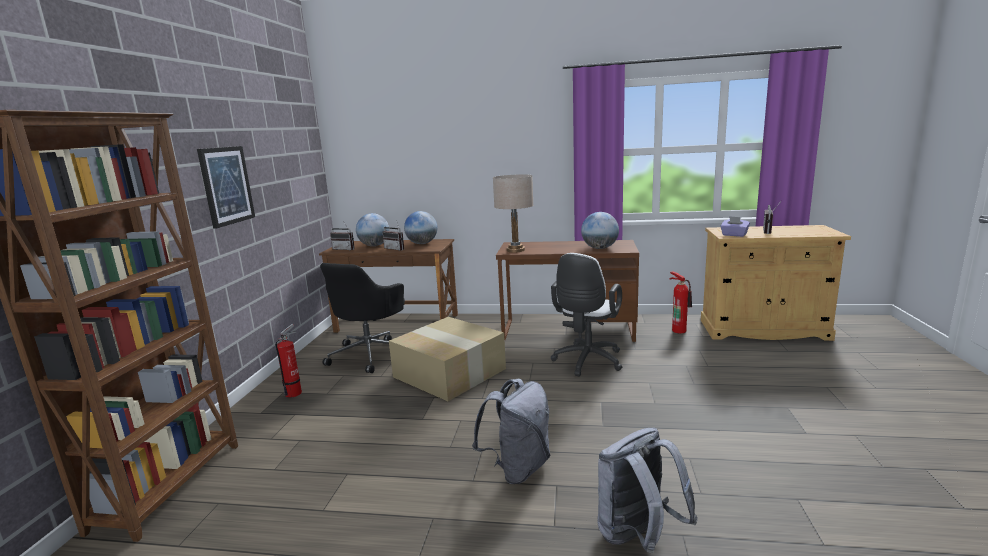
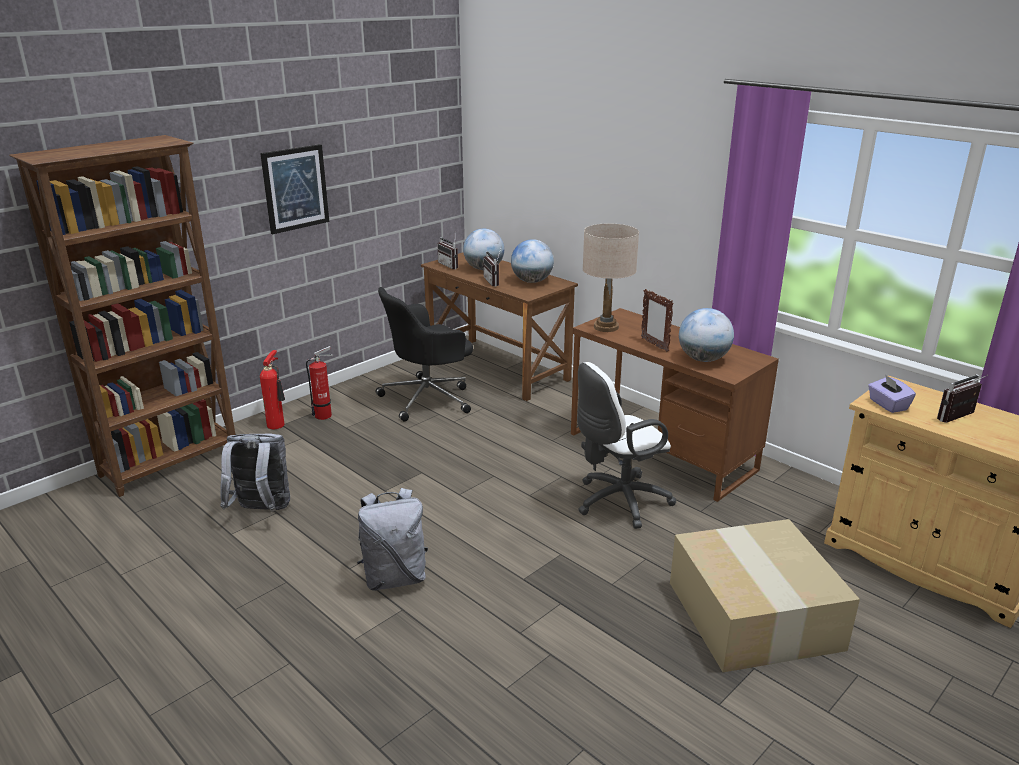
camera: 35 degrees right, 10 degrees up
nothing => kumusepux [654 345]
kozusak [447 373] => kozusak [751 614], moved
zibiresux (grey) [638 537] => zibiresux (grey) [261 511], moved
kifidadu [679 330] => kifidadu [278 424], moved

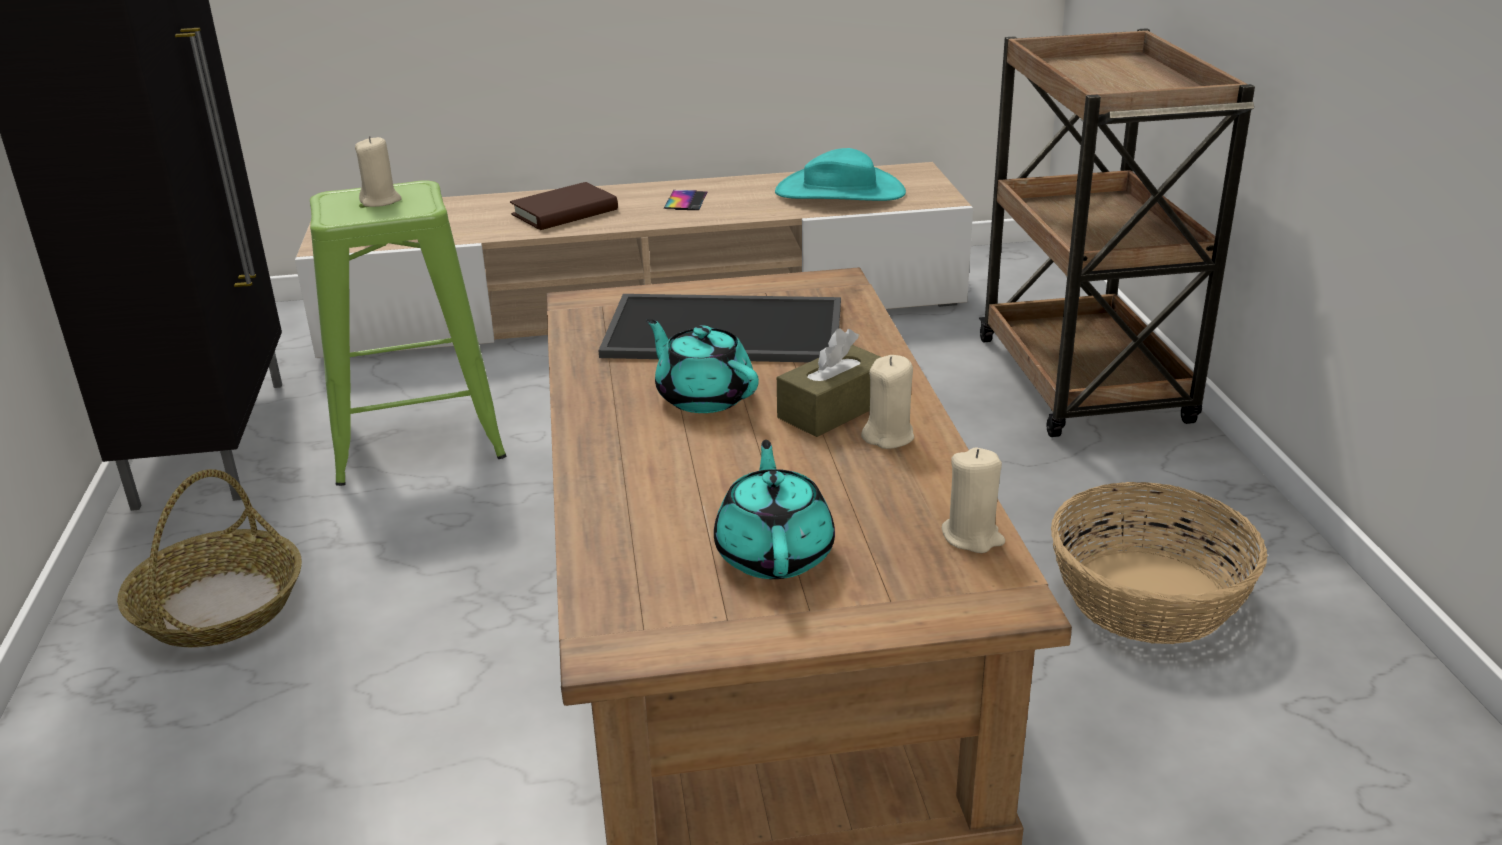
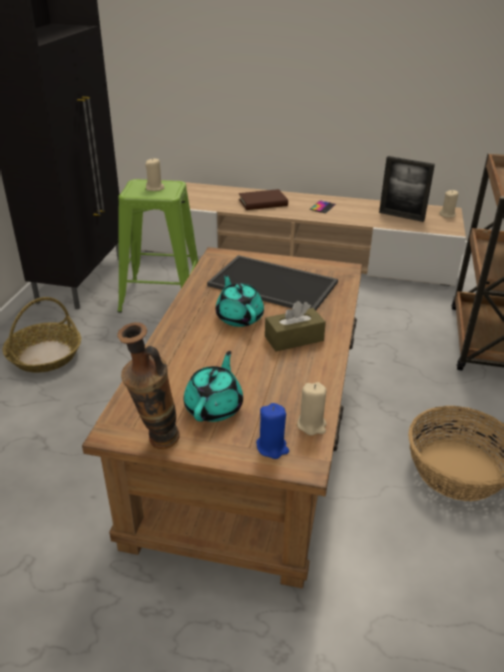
camera: 20 degrees right, 5 degrees up
nothing => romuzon [156 444]
nothing => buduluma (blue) [272 447]
buduluma (beige) [888 436] => buduluma (beige) [447 215], moved
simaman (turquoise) [840 192] => kumusepux [401 216]

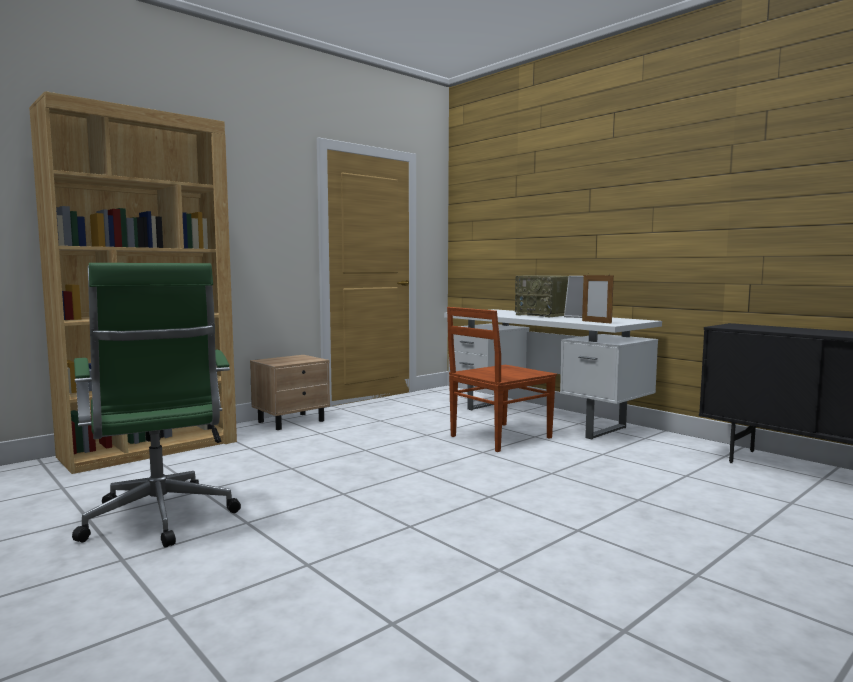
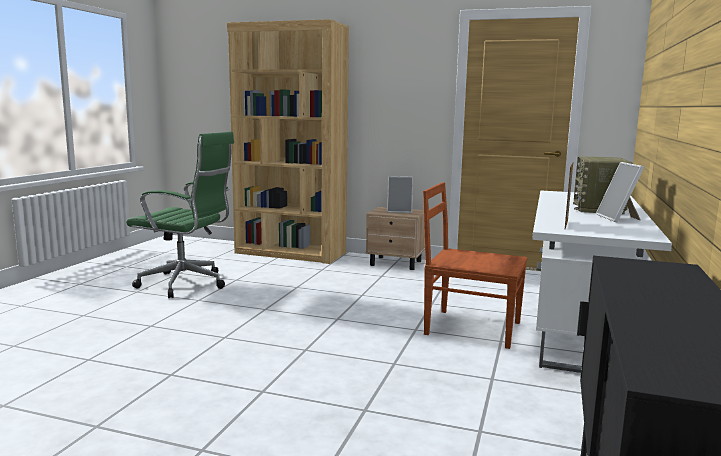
camera: 60 degrees right, 5 degrees up
nothing => kumusepux [399 211]
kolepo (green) [160 521] => kolepo (green) [187 284], 105 degrees counterclockwise

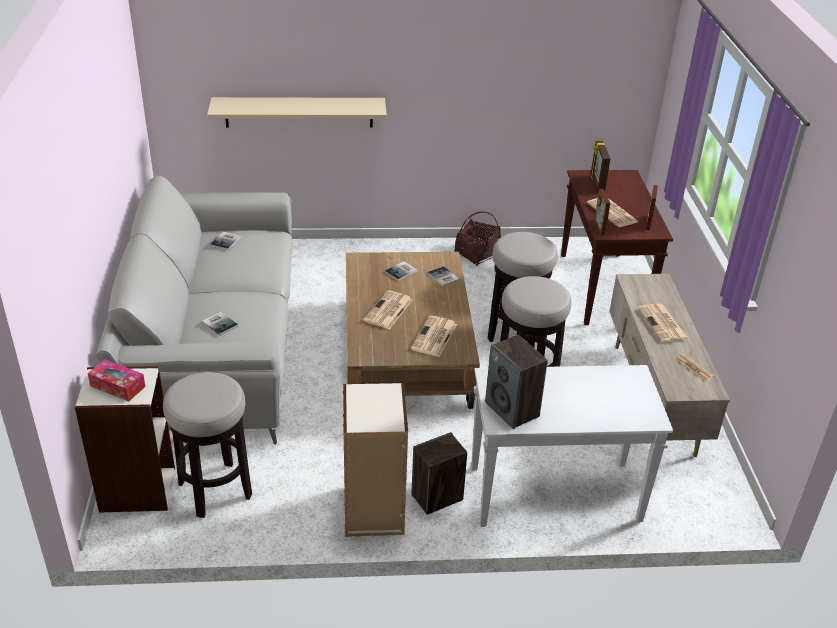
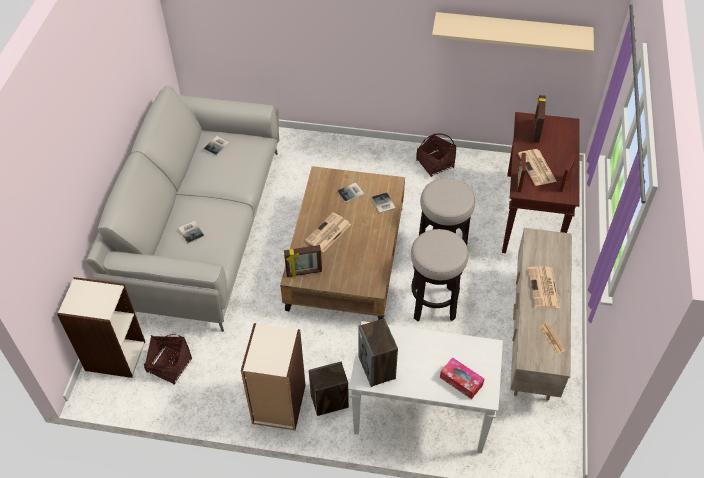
camera: 15 degrees right, 15 degrees up
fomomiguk [434 337] => nothing
nothing => kumusepux [304 272]
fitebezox [117 386] => fitebezox [461 381], moved
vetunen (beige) [299 112] => vetunen (beige) [511 31], moved
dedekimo [215 490] => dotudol [169 366]

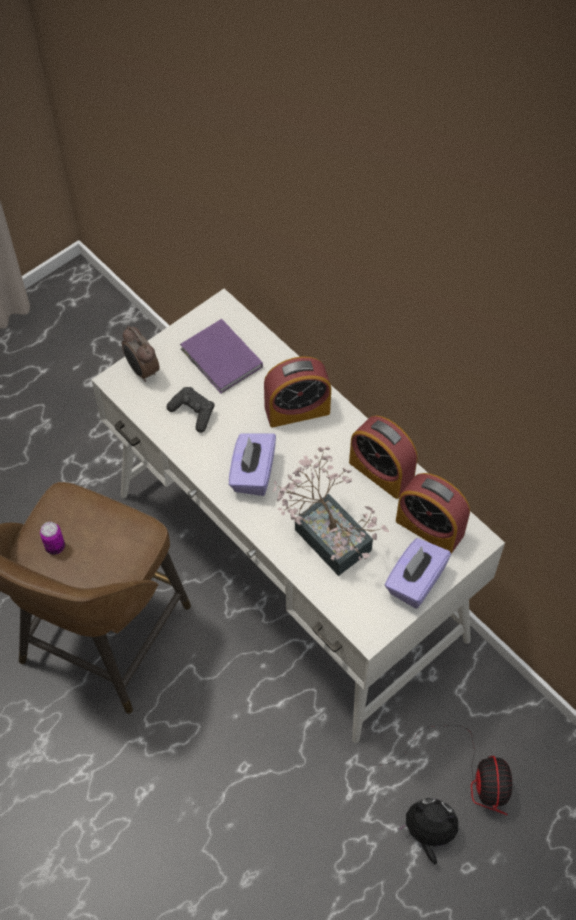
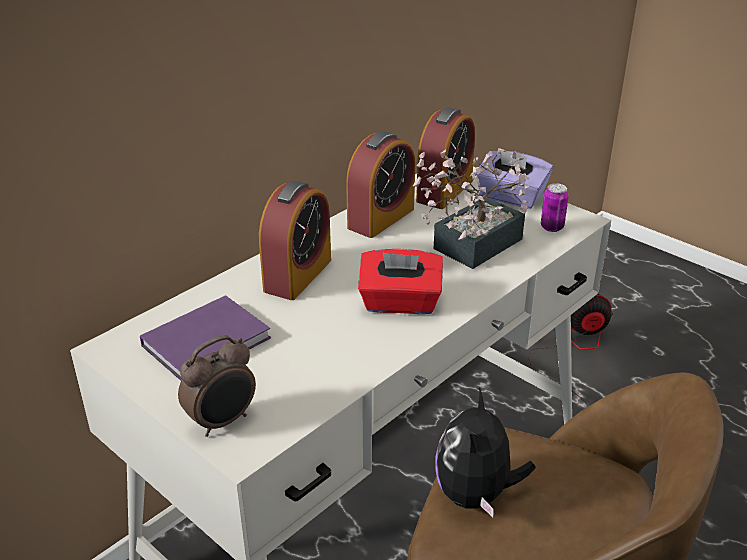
camera: 95 degrees left, 25 degrees down
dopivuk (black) [193 413] => nothing
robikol [55 547] => robikol [552 227], moved
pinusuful [428 833] => pinusuful [476 494], moved
fitebezox (purple) [252 474] => fitebezox (red) [400 303]
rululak [297 410] => rululak [298 275], 45 degrees clockwise

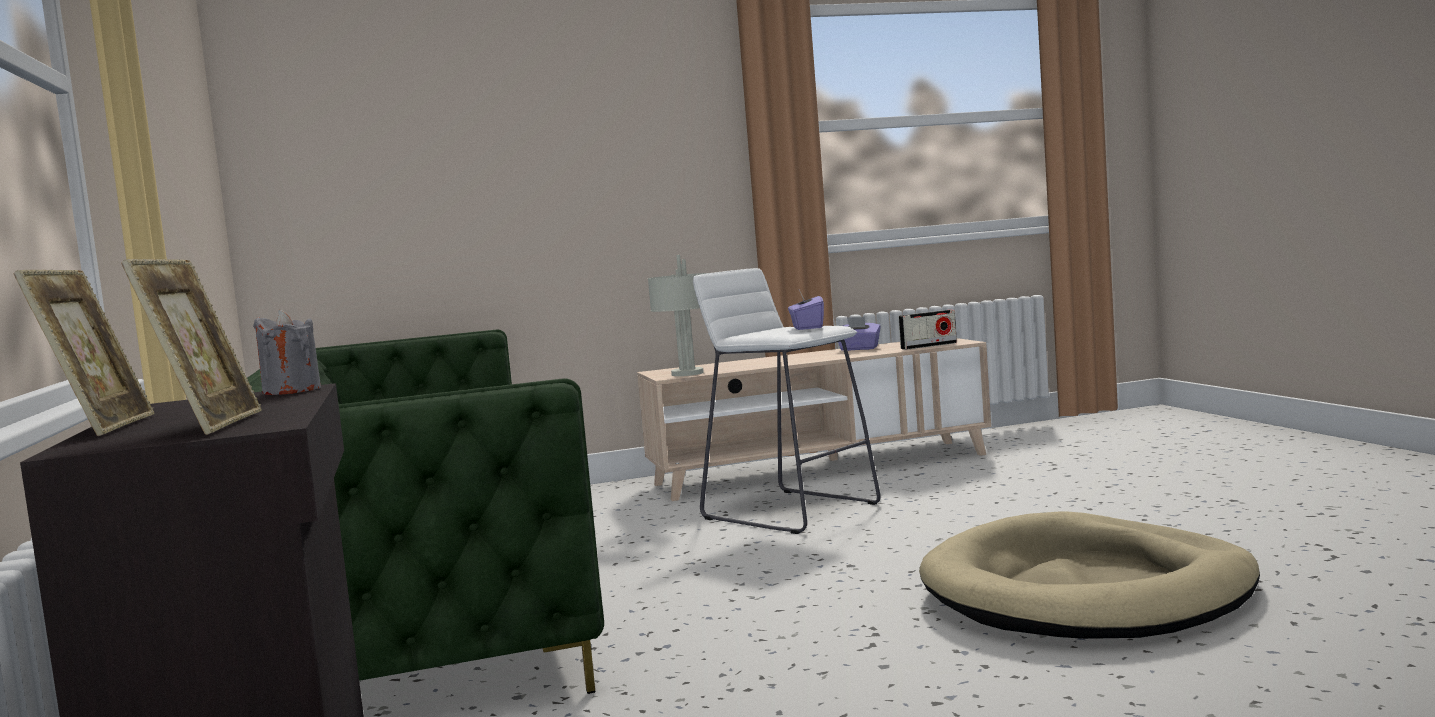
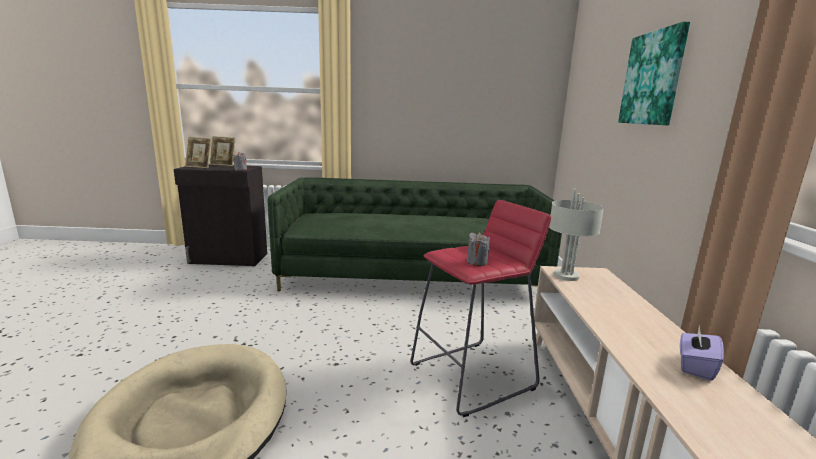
camera: 105 degrees right, 10 degrees up
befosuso [928 346] => nothing
nothing => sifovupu [653 78]
fitebezox (purple) [807 328] => buduluma (grey) [477 262]
dedekimo (white) [790 511] => dedekimo (red) [473 376]

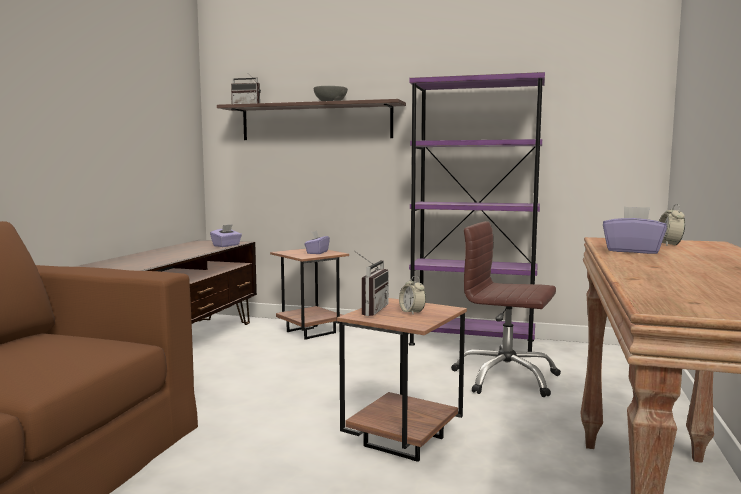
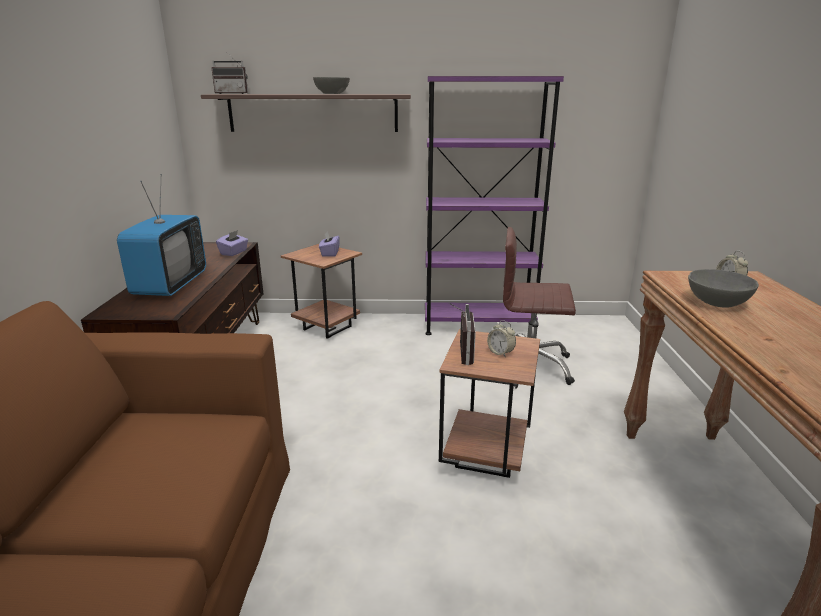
camera: 15 degrees left, 15 degrees up
nothing => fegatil [170 285]
fitebezox (purple) [633 251] => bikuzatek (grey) [717 303]

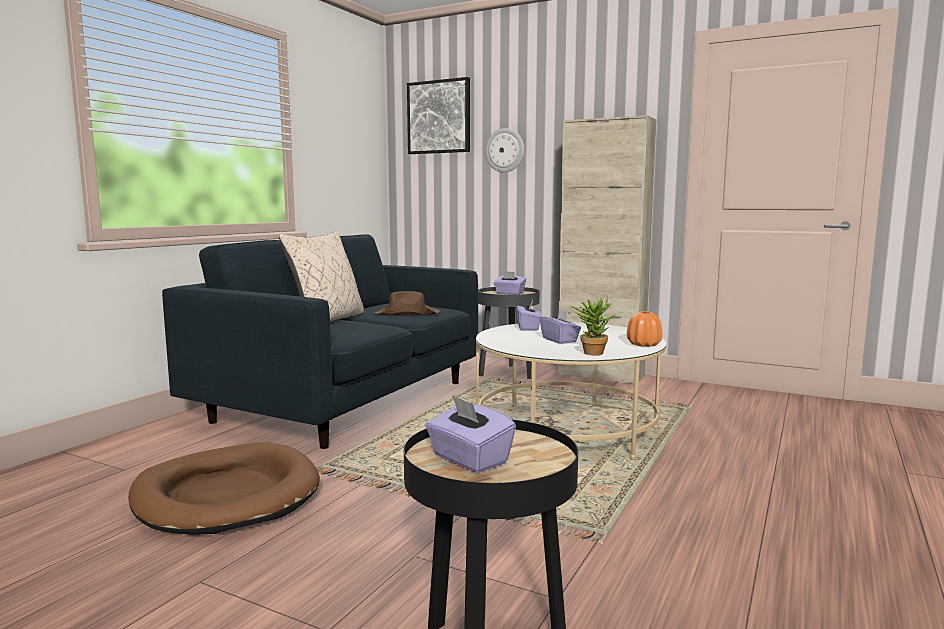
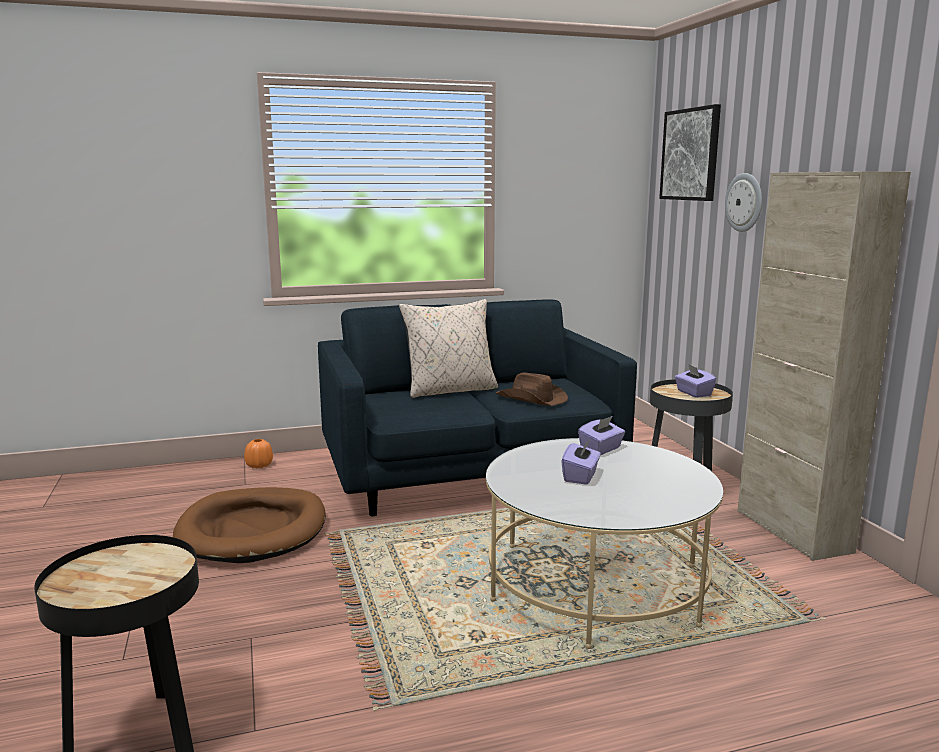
camera: 45 degrees right, 5 degrees up
fitebezox (purple) [469 459] => nothing
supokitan [591 352] => nothing
romuzon (orange) [644 345] => romuzon (orange) [259 465], moved

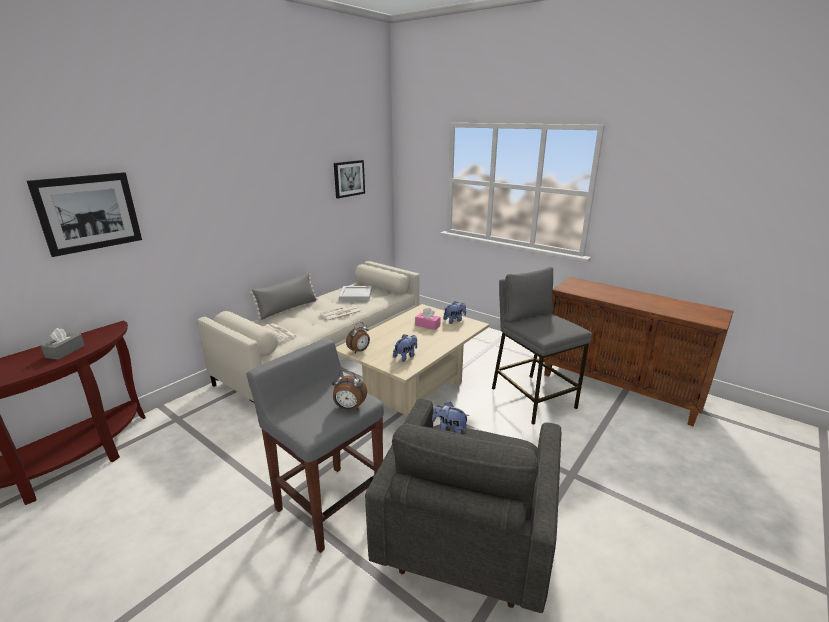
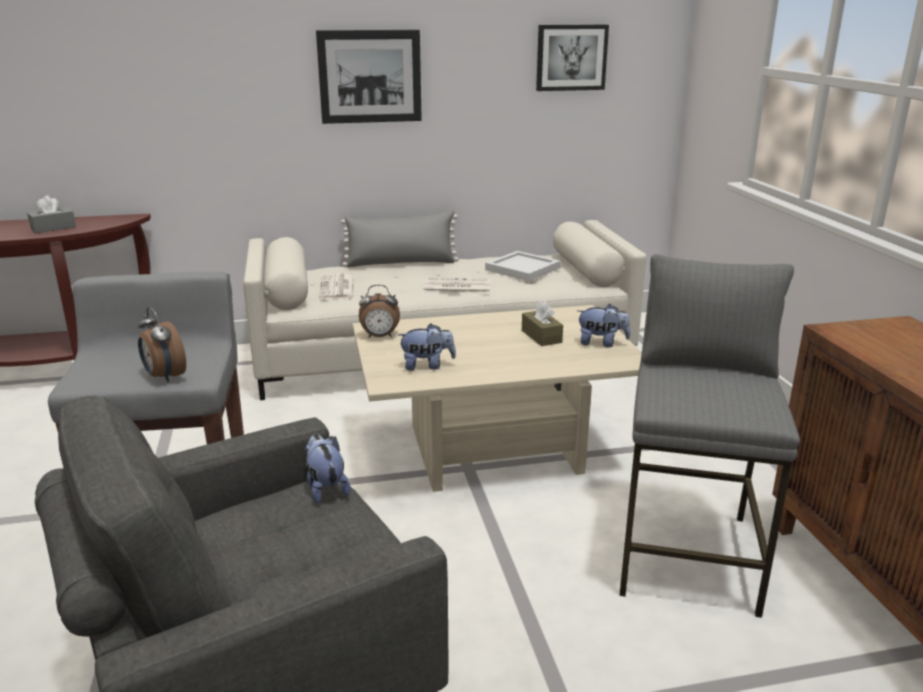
camera: 40 degrees right, 0 degrees up
sifovupu [89 213] => sifovupu [370 76], moved
fitebezox (pink) [427 325] => fitebezox (brown) [541 336]

